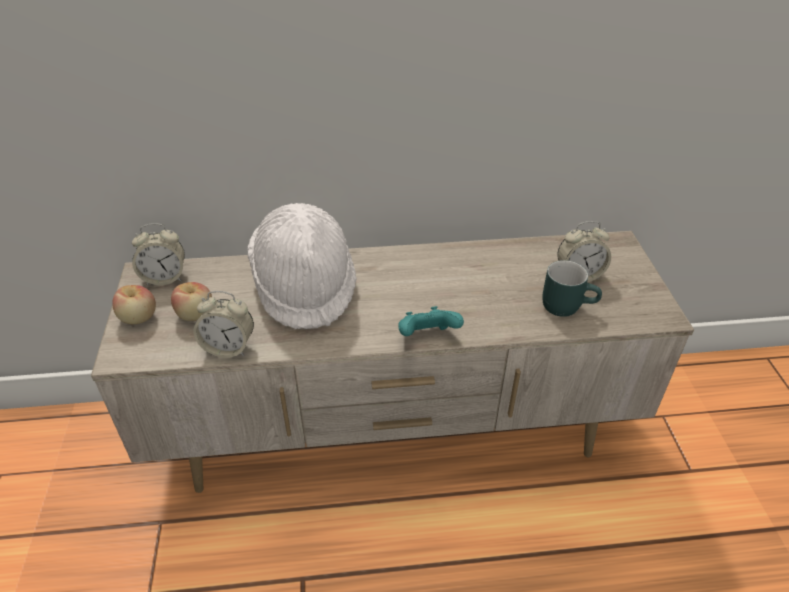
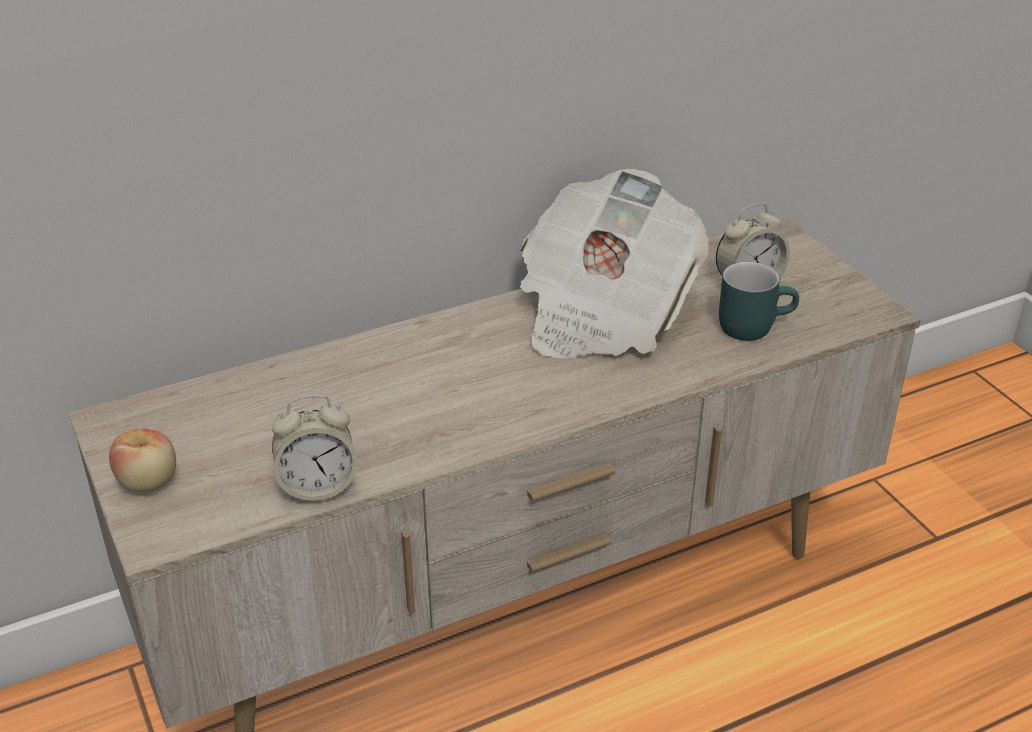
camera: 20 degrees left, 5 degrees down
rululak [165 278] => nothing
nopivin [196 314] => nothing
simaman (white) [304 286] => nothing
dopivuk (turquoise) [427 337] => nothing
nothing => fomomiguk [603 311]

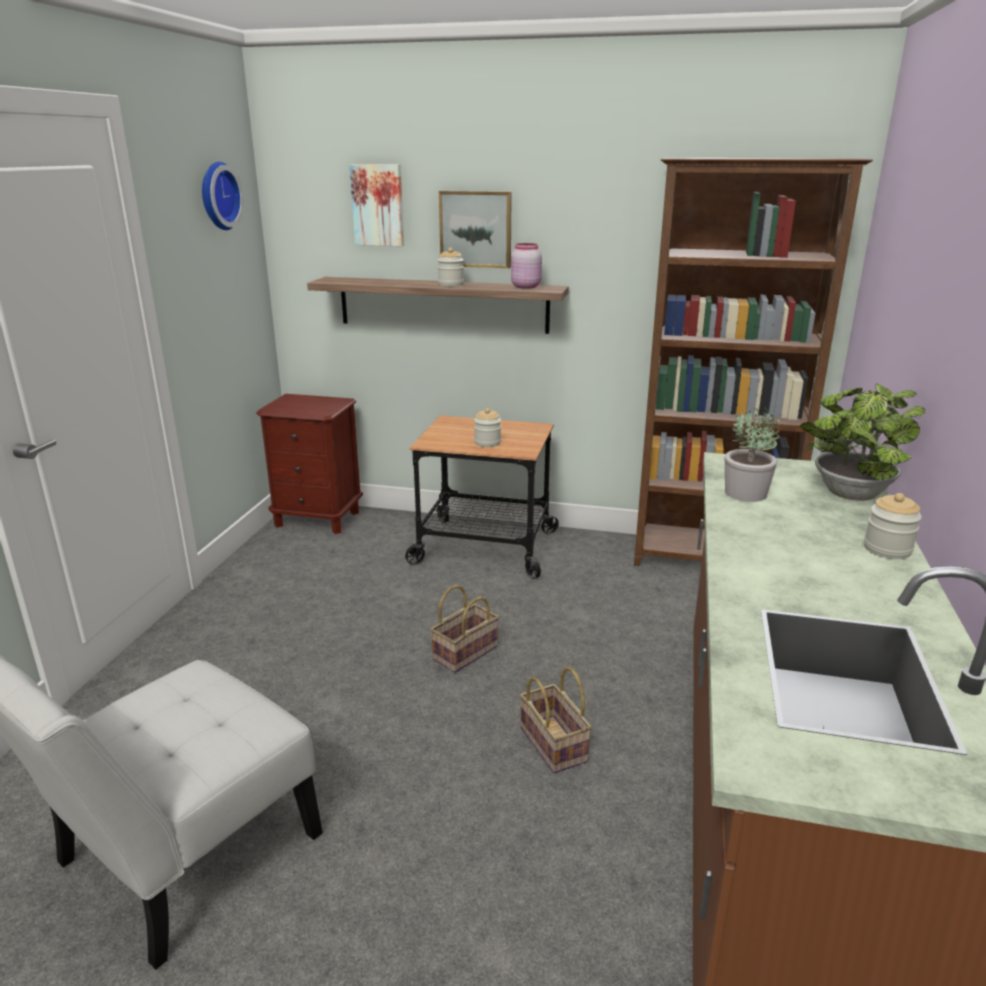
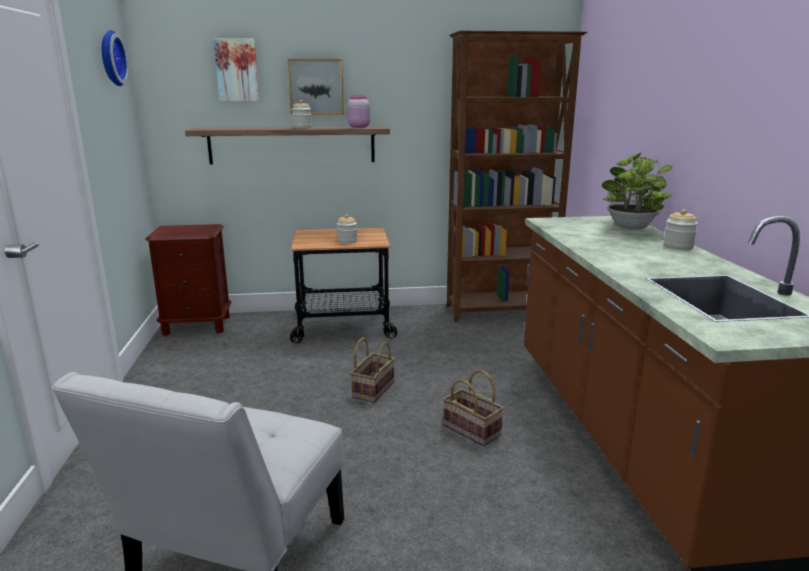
camera: 20 degrees left, 5 degrees down
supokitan [746 493] => nothing

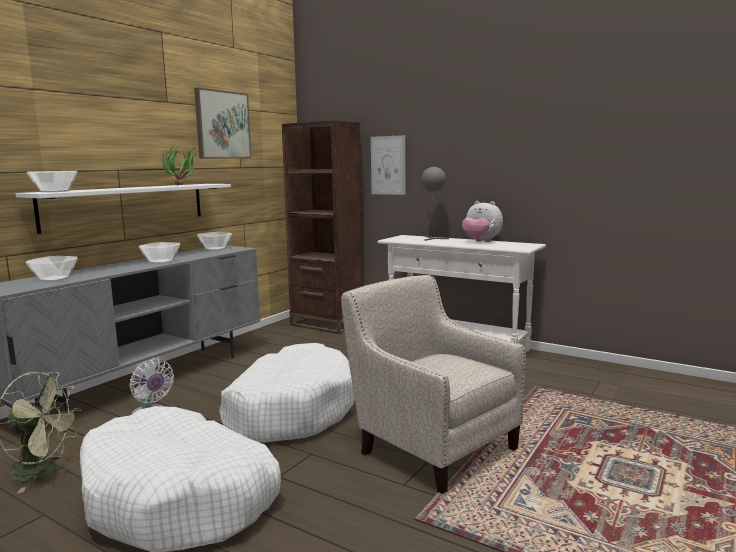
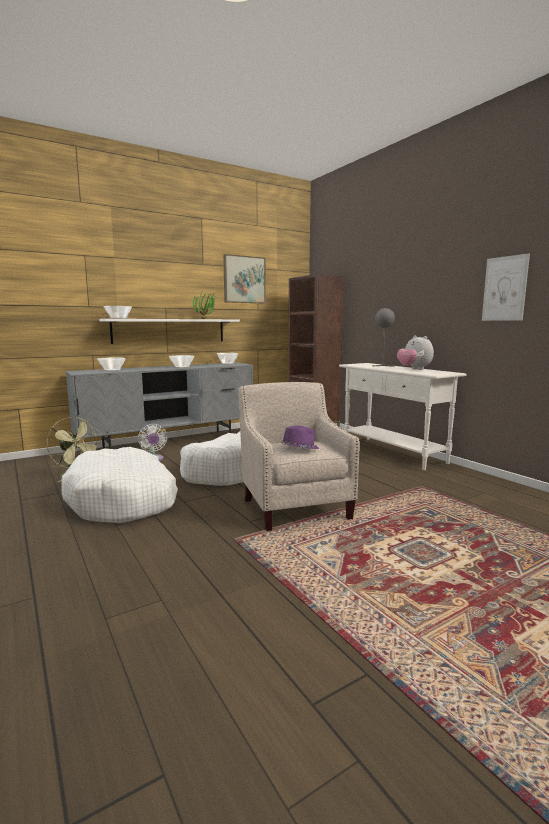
camera: 25 degrees right, 0 degrees up
nothing => simaman (purple) [298 448]
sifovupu [388 165] => sifovupu [504 288], moved

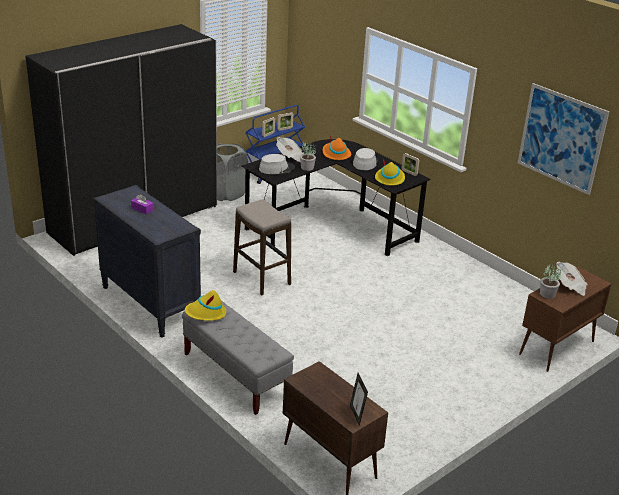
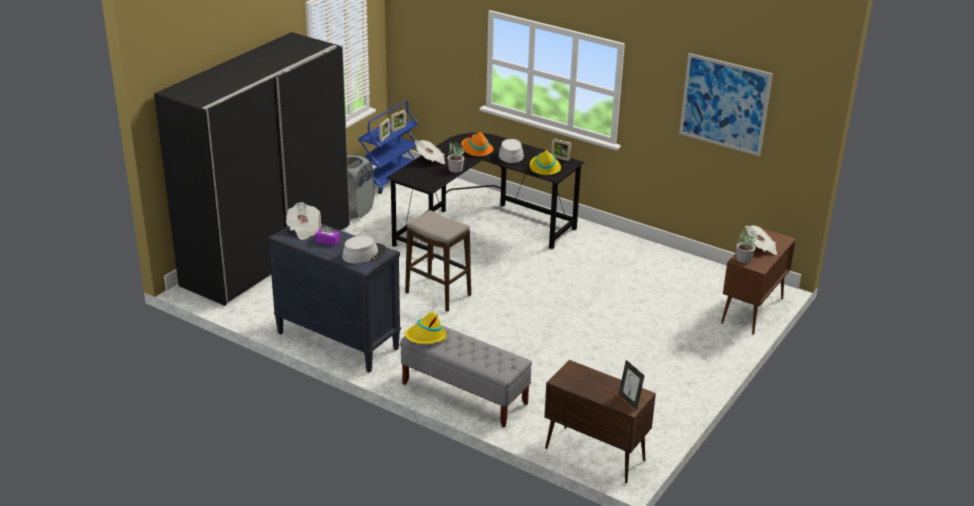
camera: 15 degrees left, 0 degrees up
nothing => fomomiguk [304 230]
simaman (grey) [276 168] => simaman (grey) [364 254], moved

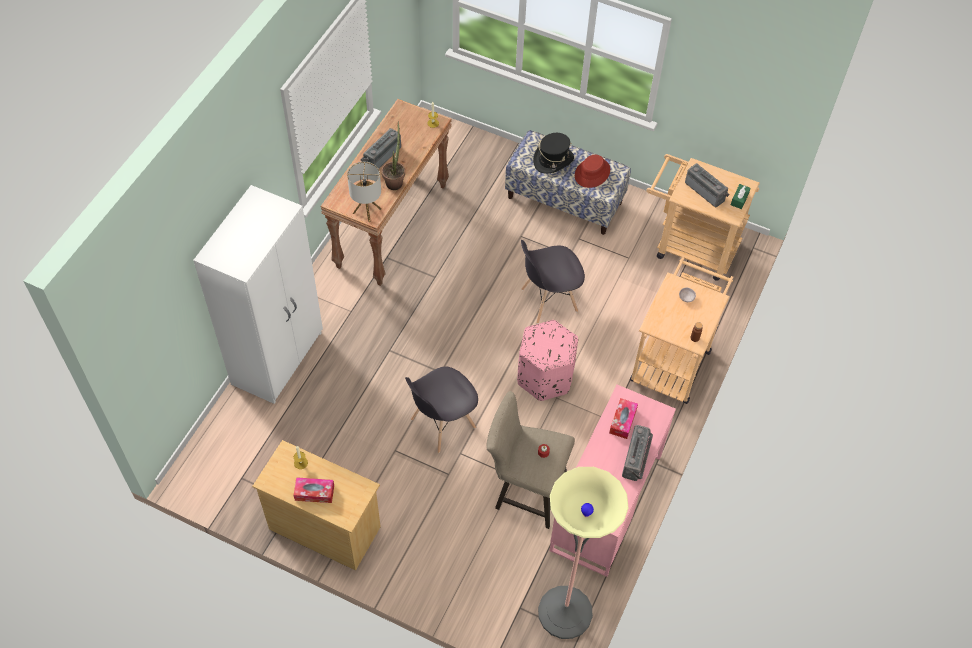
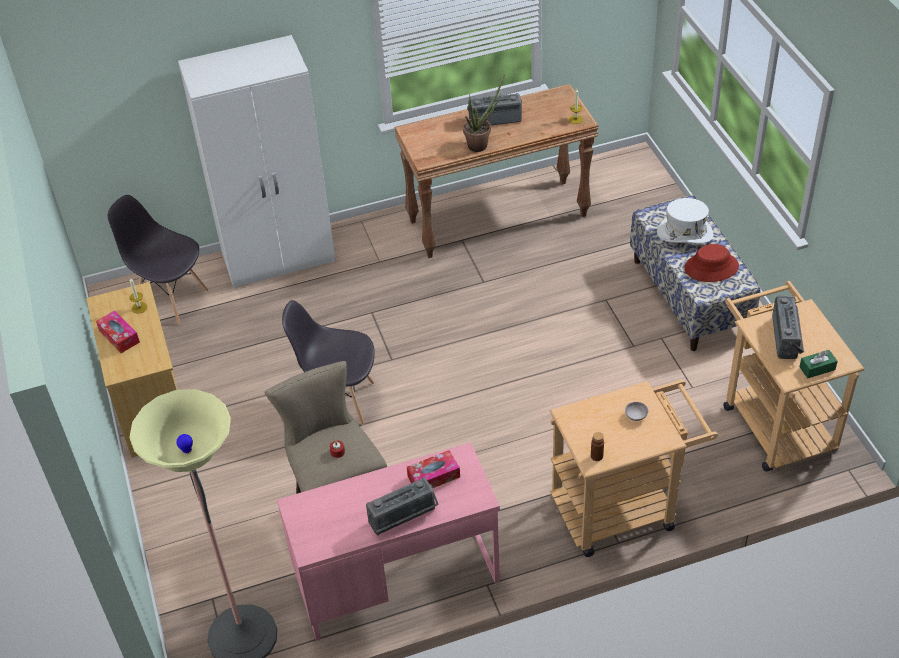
camera: 50 degrees right, 10 degrees down
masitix [366 211] => nothing
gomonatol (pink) [544 376] => nothing
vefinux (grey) [548 300] => vefinux (grey) [171 299], moved
simaman (black) [553 160] => simaman (white) [685 234]

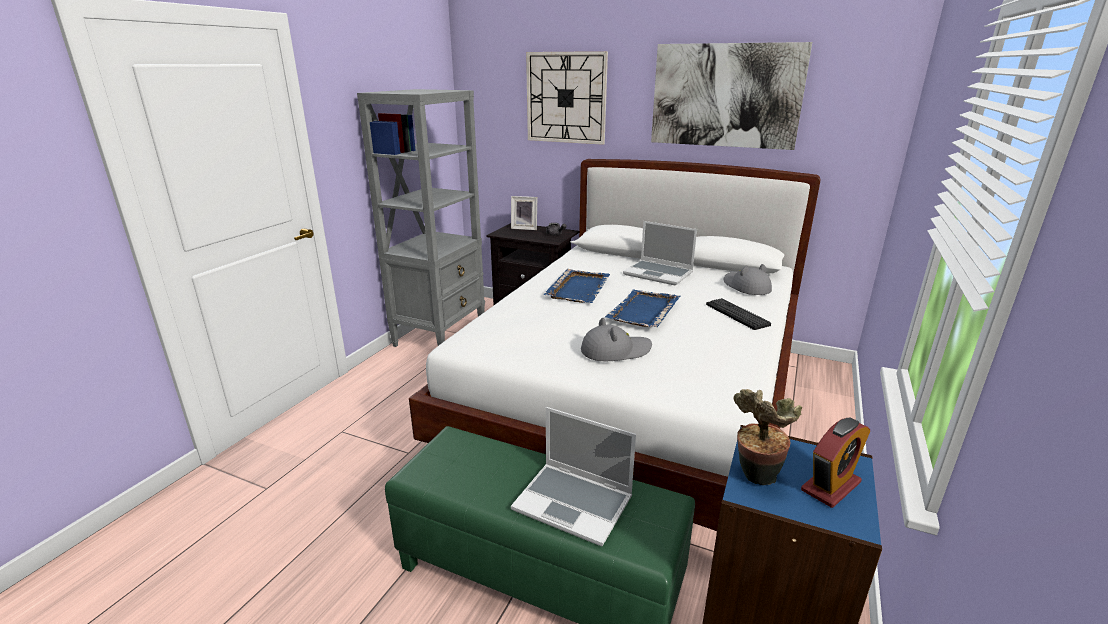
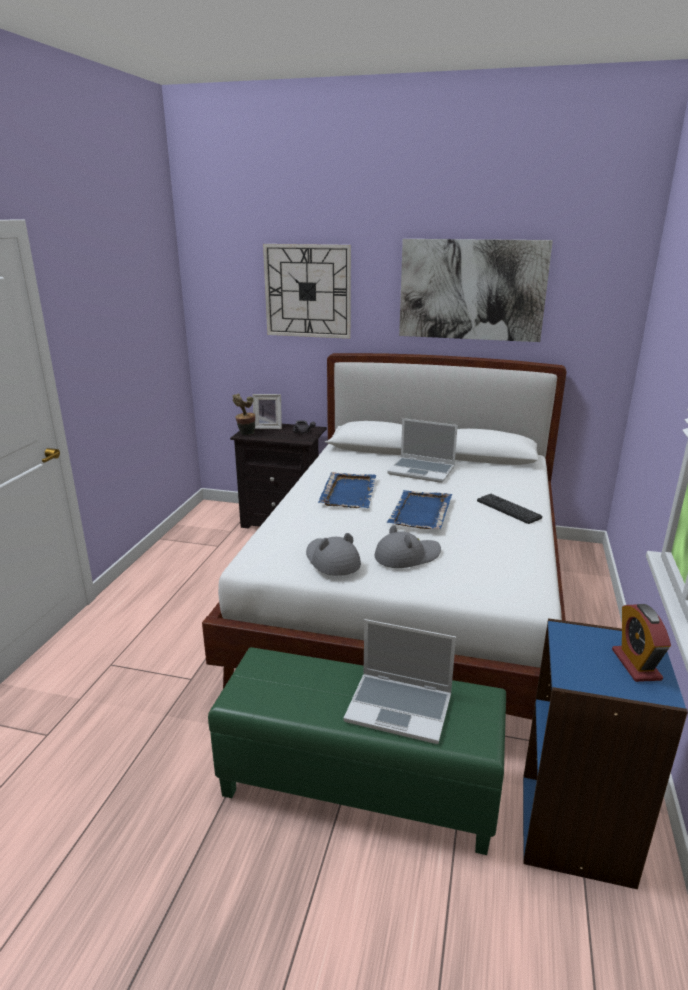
camera: 10 degrees left, 0 degrees up
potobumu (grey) [441 335] => nothing
simaman (grey) [746 287] => simaman (grey) [332 560], moved
supokitan [755 477] => supokitan [245 434], moved
rululak [830 486] => rululak [636 665], 135 degrees clockwise

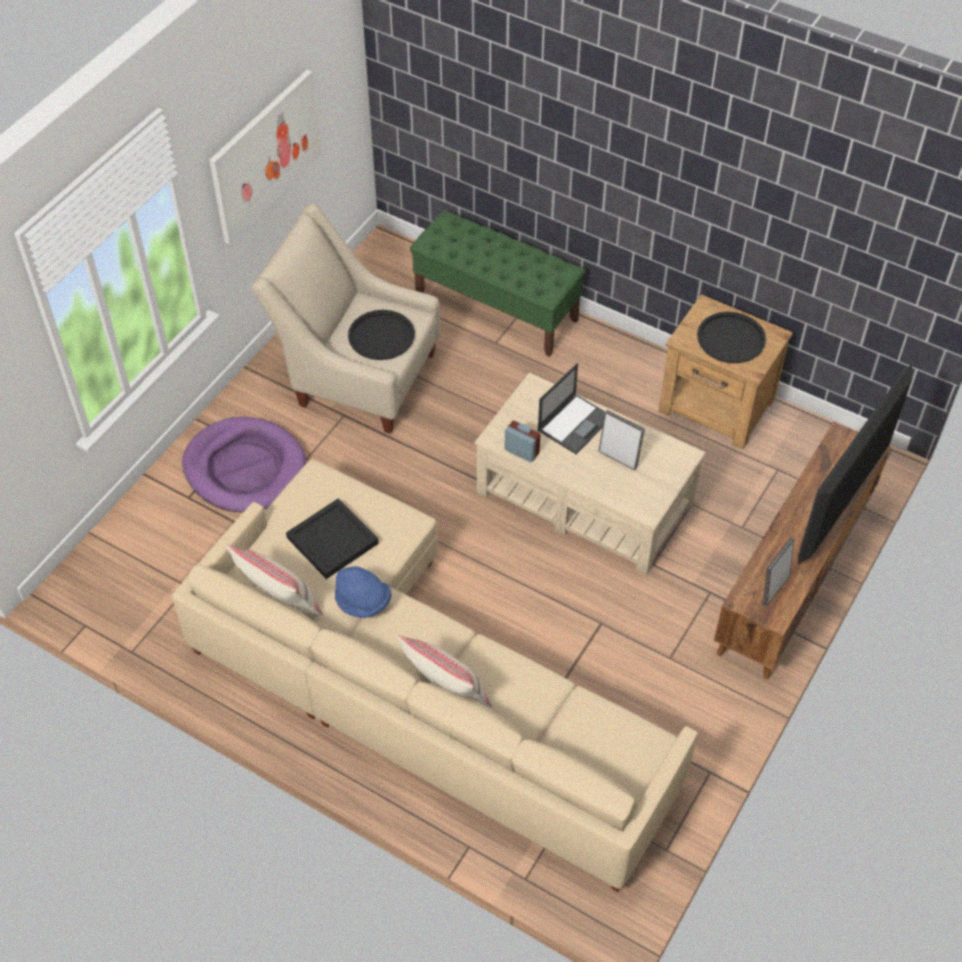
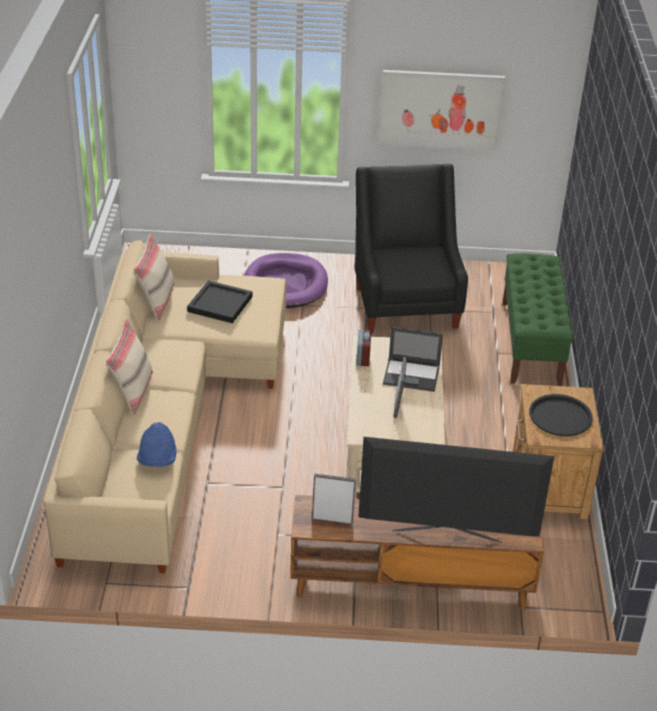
camera: 60 degrees right, 15 degrees down
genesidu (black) [381 336] => nothing
simaman (blue) [363 602] => simaman (blue) [157 460], moved
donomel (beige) [357 376] => donomel (black) [405 302]

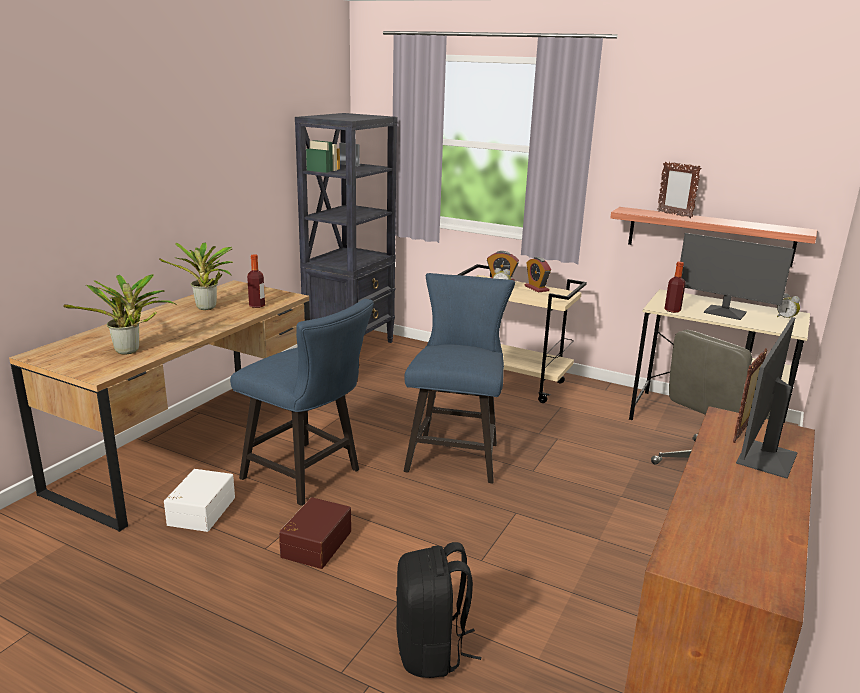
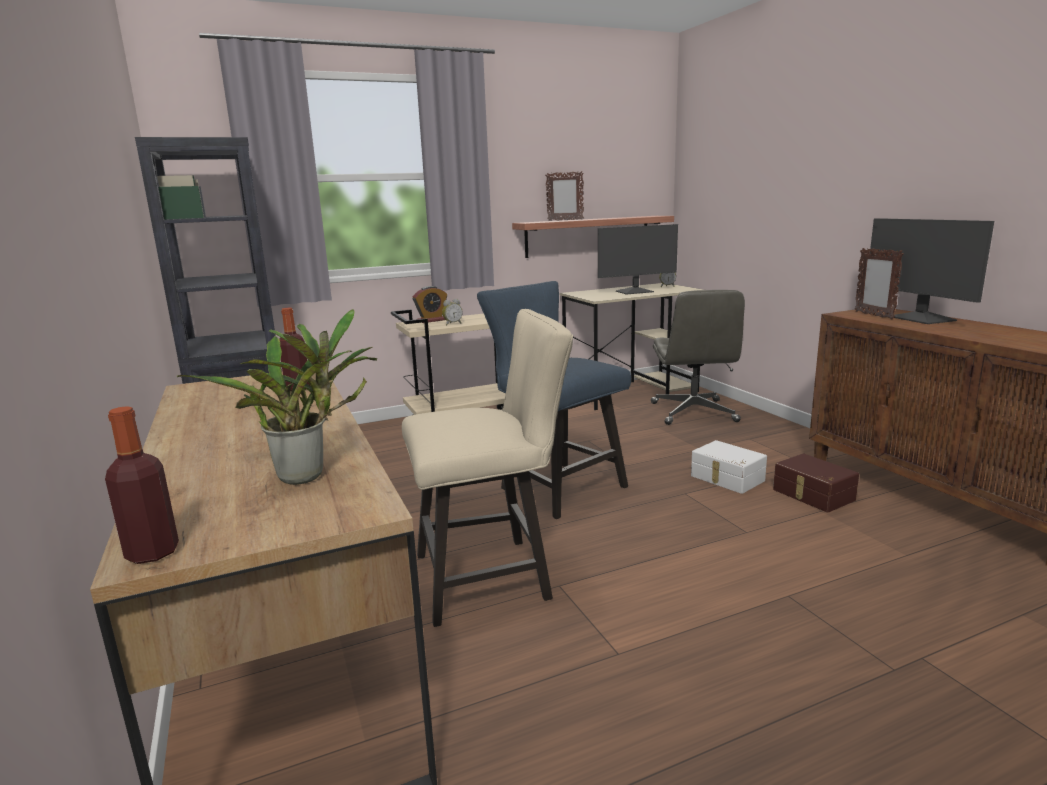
camera: 50 degrees left, 5 degrees down
supokitan [207 308] => nothing
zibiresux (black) [431 651] => nothing
rululak [536 288] => nothing
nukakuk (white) [200 510] => nukakuk (white) [726 478], moved
nukakuk (brown) [315 543] => nukakuk (brown) [812 495], moved
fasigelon [672 310] => fasigelon [152 553], moved
vefinux (blue) [308 476] => vefinux (beige) [493 576]

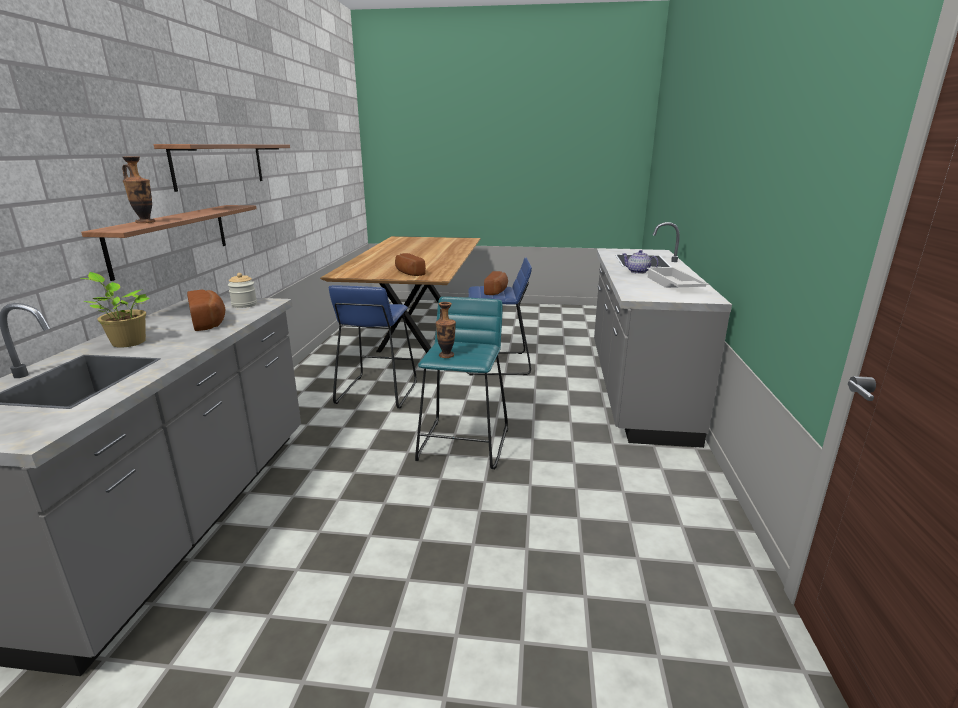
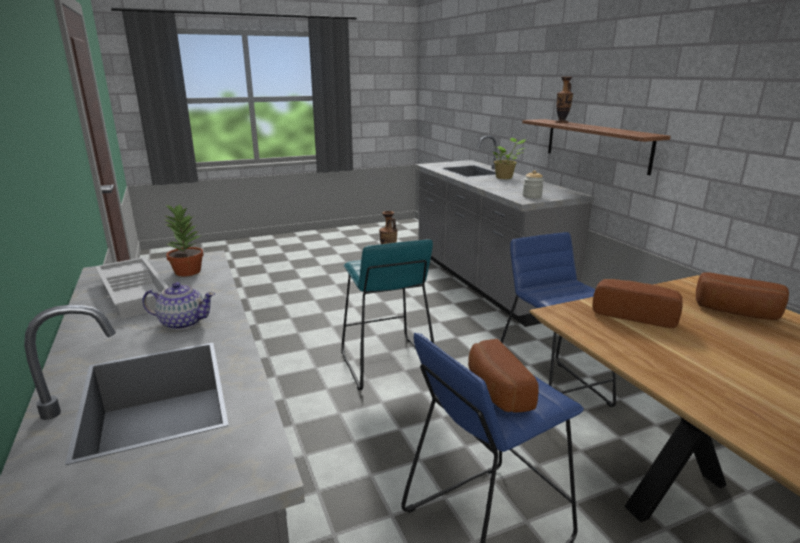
camera: 150 degrees right, 0 degrees up
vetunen [220 165] => nothing
nothing => supokitan [187 271]
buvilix [210 321] => buvilix [736 312], moved

